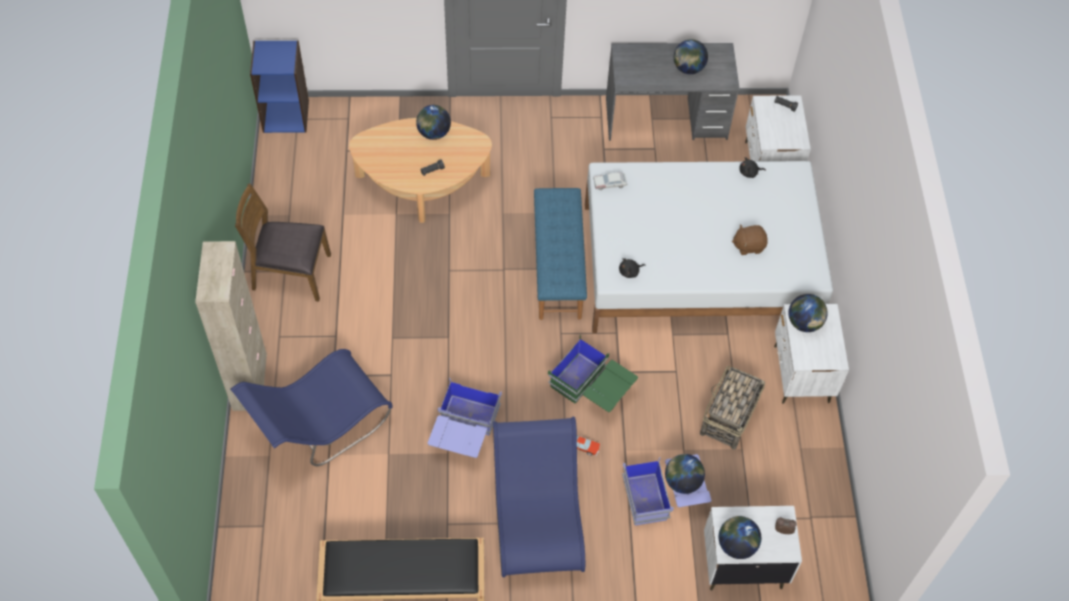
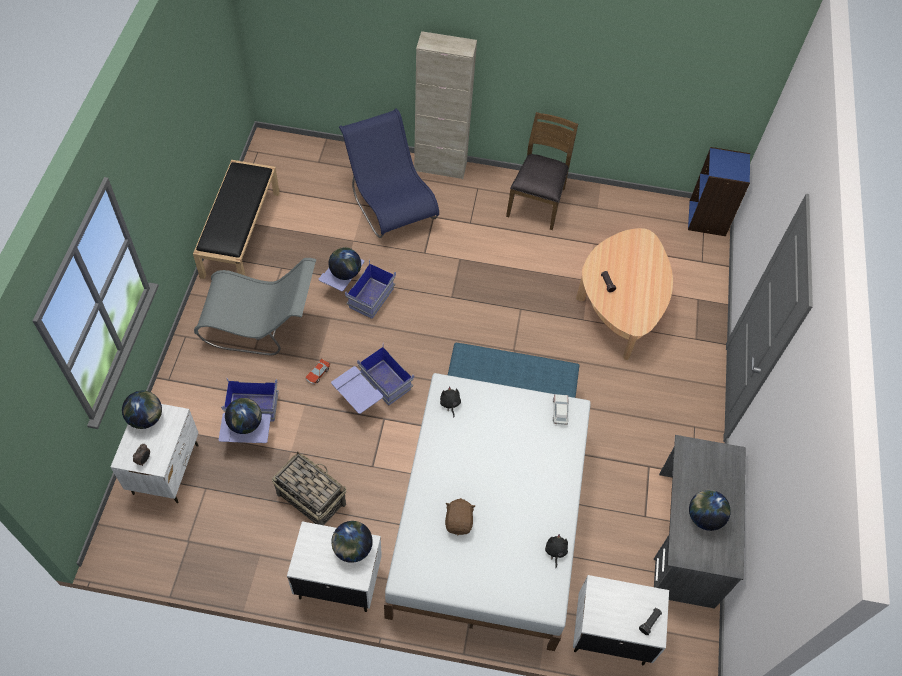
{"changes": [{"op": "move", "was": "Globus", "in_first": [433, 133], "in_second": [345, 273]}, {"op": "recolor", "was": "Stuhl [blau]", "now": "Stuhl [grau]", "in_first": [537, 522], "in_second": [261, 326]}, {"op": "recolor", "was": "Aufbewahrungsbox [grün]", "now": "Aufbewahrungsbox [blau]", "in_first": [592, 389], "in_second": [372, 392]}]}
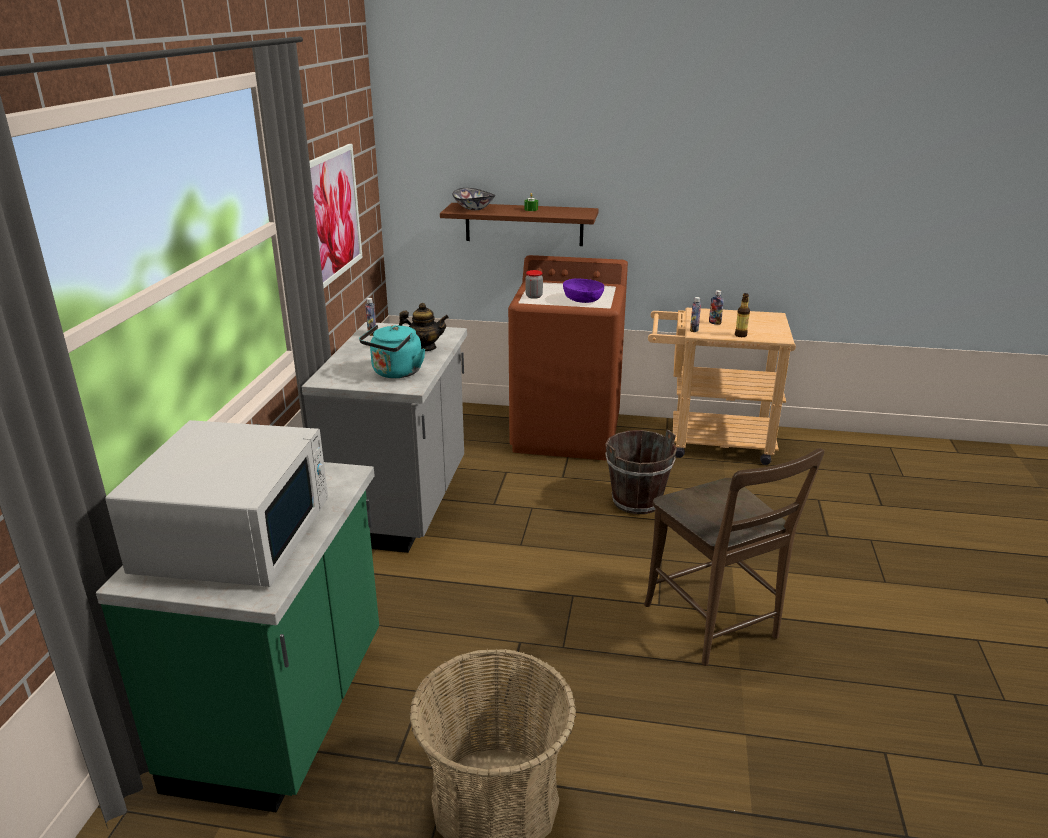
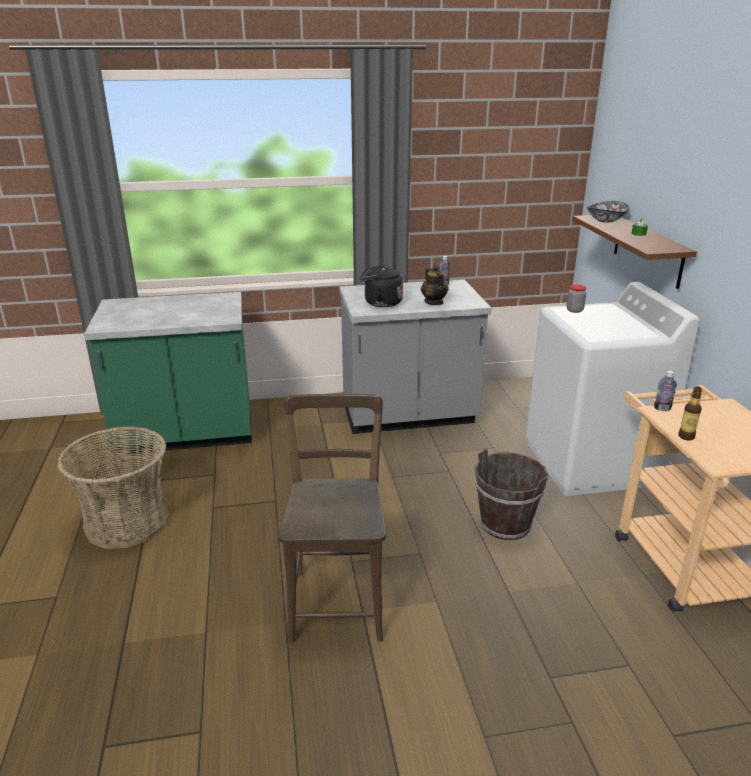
{"changes": [{"op": "delete", "was": "Mikrowelle [weiß]", "in_first": [236, 535]}, {"op": "delete", "was": "Bild", "in_first": [333, 215]}, {"op": "delete", "was": "Schüssel [lila]", "in_first": [583, 300]}, {"op": "delete", "was": "Flasche", "in_first": [714, 323]}, {"op": "recolor", "was": "Wasserkessel [türkis]", "now": "Wasserkessel [schwarz]", "in_first": [395, 373], "in_second": [380, 303]}, {"op": "recolor", "was": "Waschmaschine [braun]", "now": "Waschmaschine [weiß]", "in_first": [567, 433], "in_second": [591, 464]}, {"op": "rotate", "was": "Stuhl [braun]", "in_first": [715, 625], "in_second": [337, 599], "clockwise": 135}]}
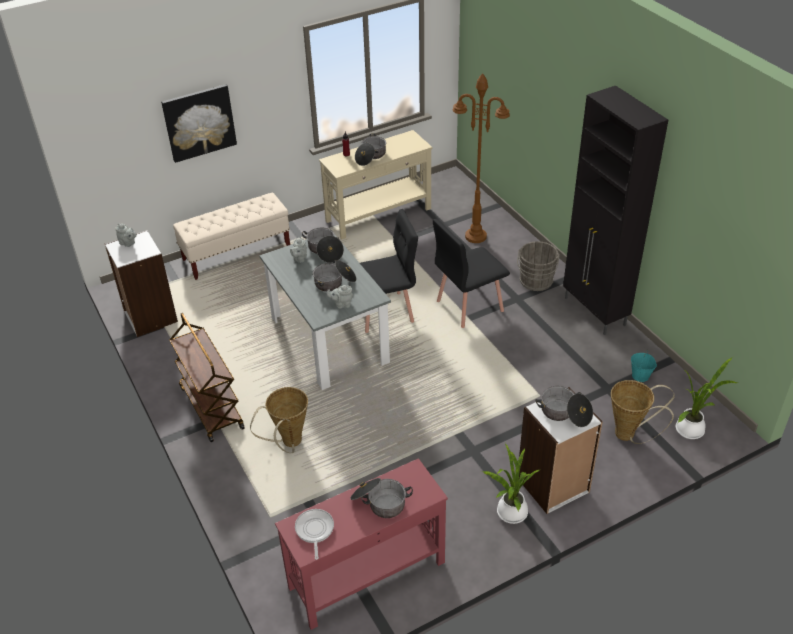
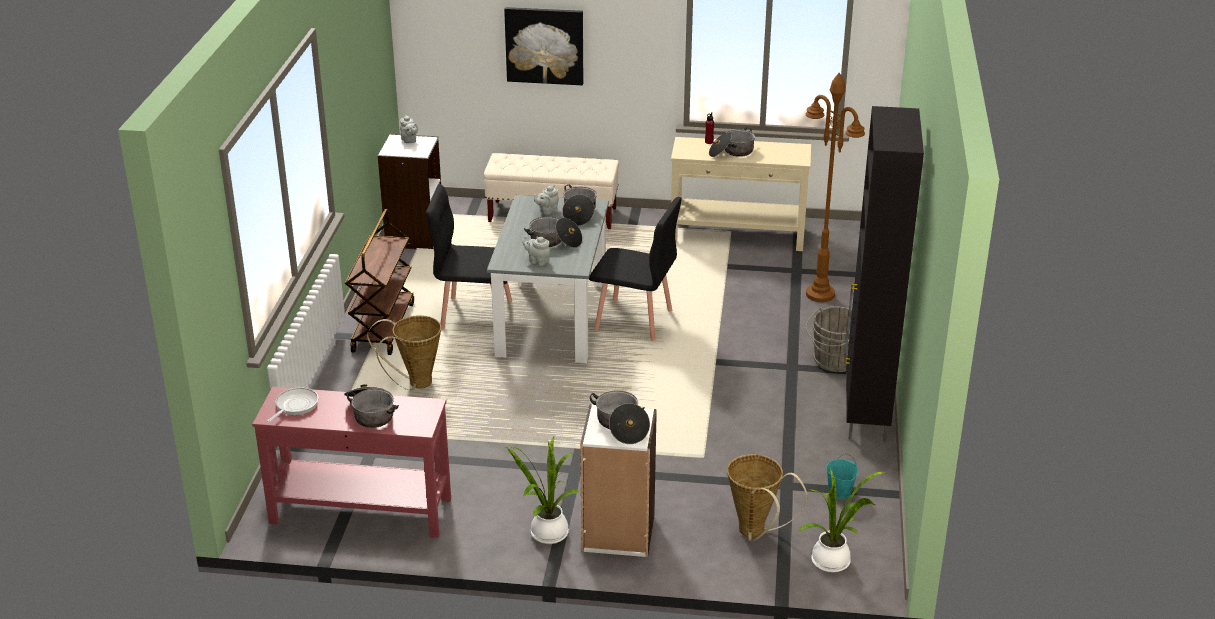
{"changes": [{"op": "move", "was": "Stuhl [schwarz]", "in_first": [469, 306], "in_second": [475, 314]}]}
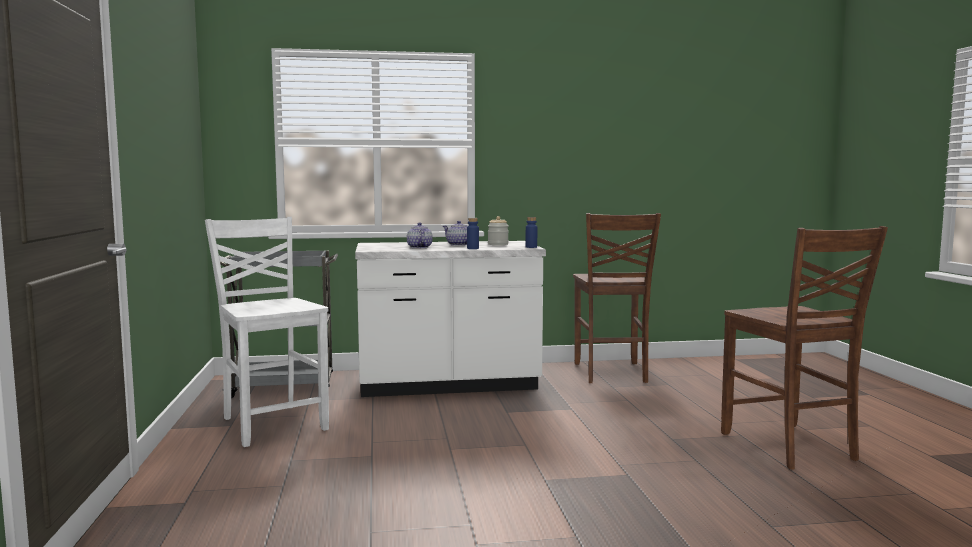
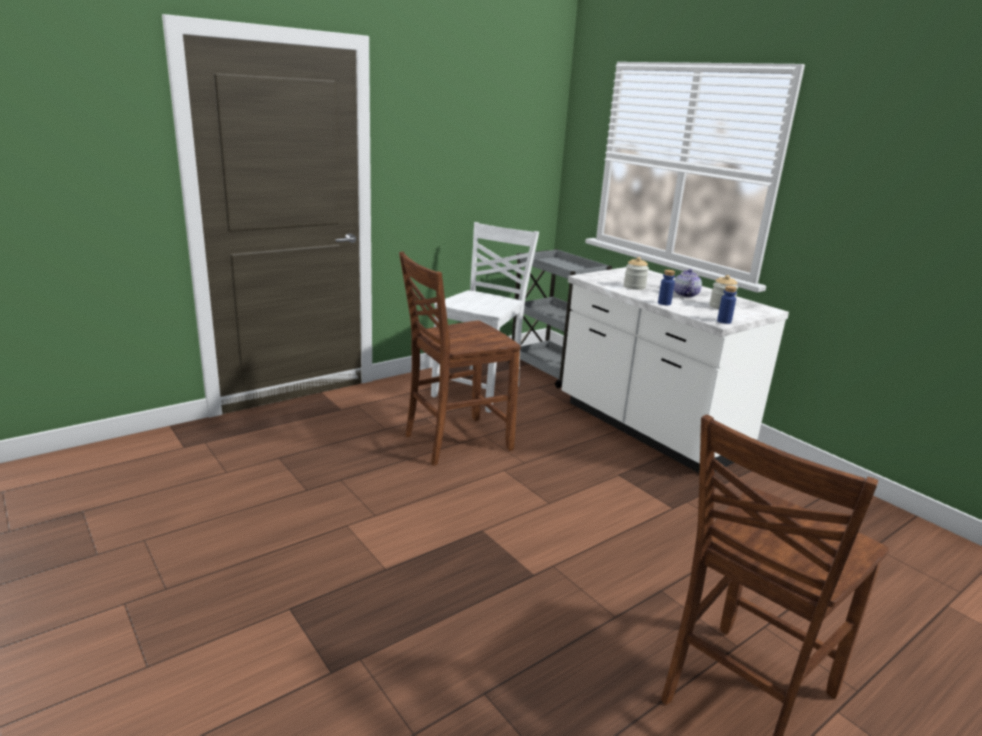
{"changes": [{"op": "move", "was": "Stuhl [braun]", "in_first": [611, 373], "in_second": [455, 442]}, {"op": "replace", "was": "Teekanne", "now": "Vorratsglas", "in_first": [419, 247], "in_second": [634, 287]}]}
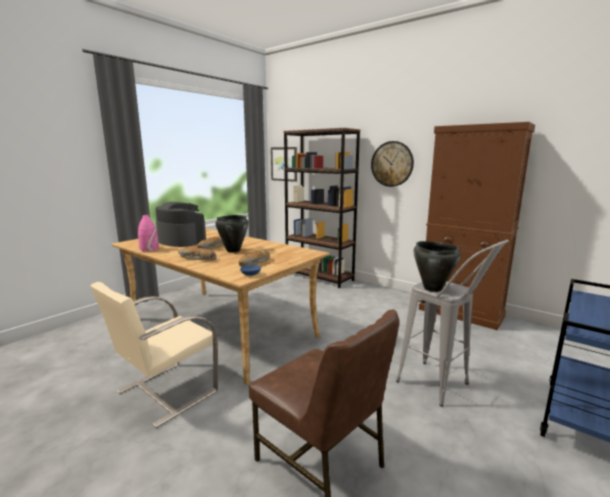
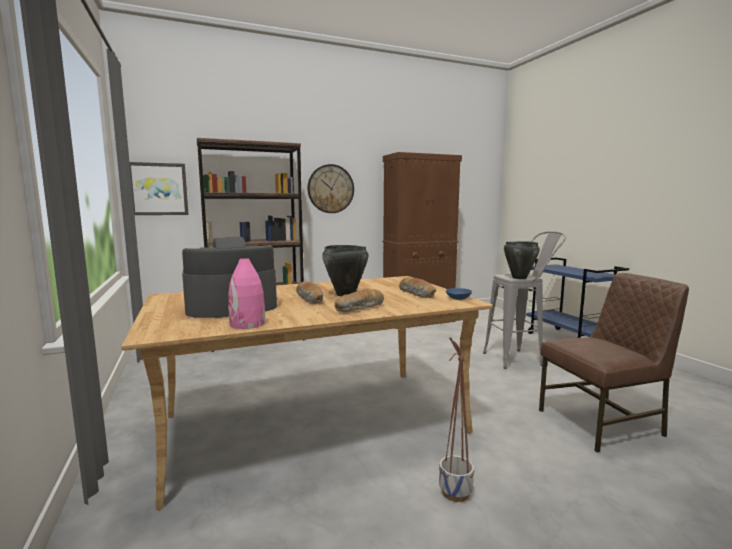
{"changes": [{"op": "replace", "was": "Stuhl [beige]", "now": "Pflanzkübel", "in_first": [165, 392], "in_second": [455, 492]}]}
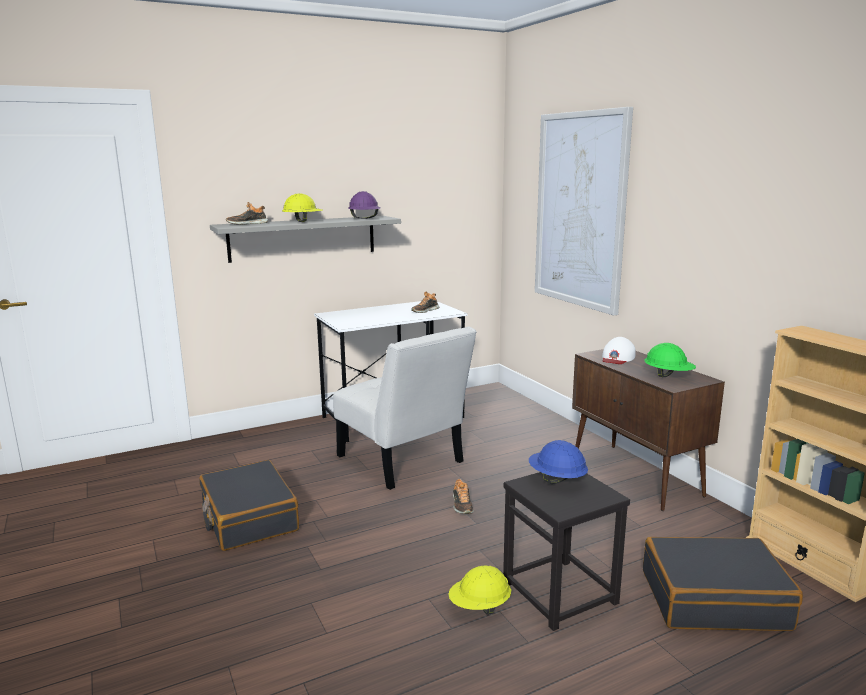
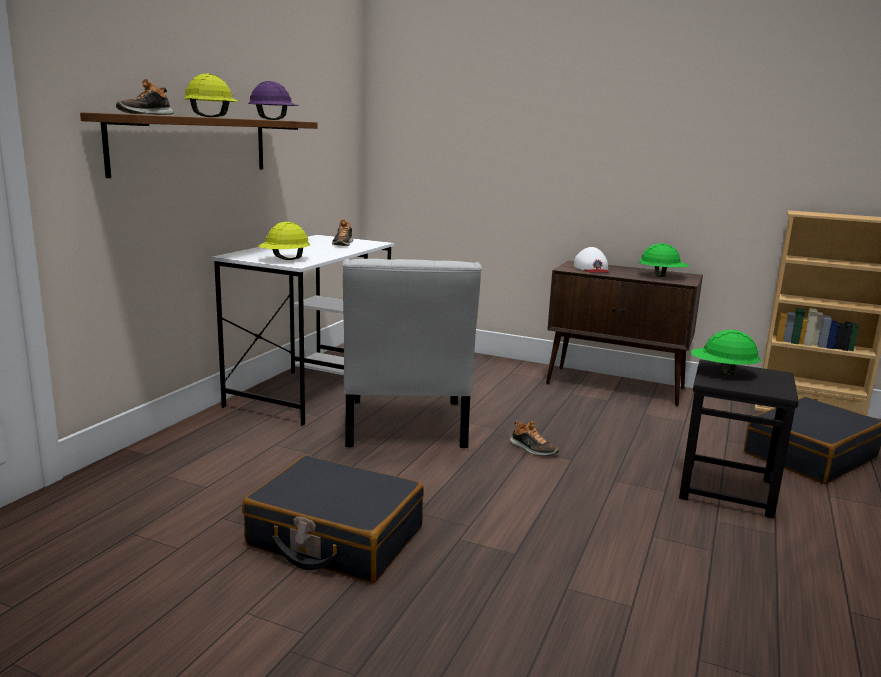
{"changes": [{"op": "delete", "was": "Bild", "in_first": [580, 210]}, {"op": "move", "was": "Schutzhelm [gelb]", "in_first": [479, 607], "in_second": [285, 259]}, {"op": "recolor", "was": "Wandregal [grau]", "now": "Wandregal [braun]", "in_first": [303, 238], "in_second": [192, 145]}, {"op": "recolor", "was": "Schutzhelm [blau]", "now": "Schutzhelm [grün]", "in_first": [556, 479], "in_second": [722, 372]}, {"op": "rotate", "was": "Stuhl [weiß]", "in_first": [403, 462], "in_second": [405, 427], "clockwise": 75}]}
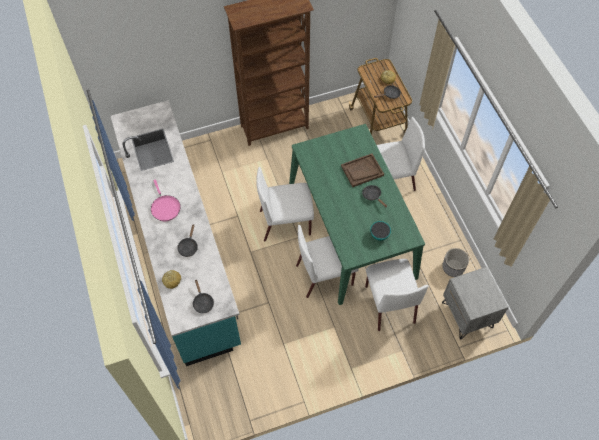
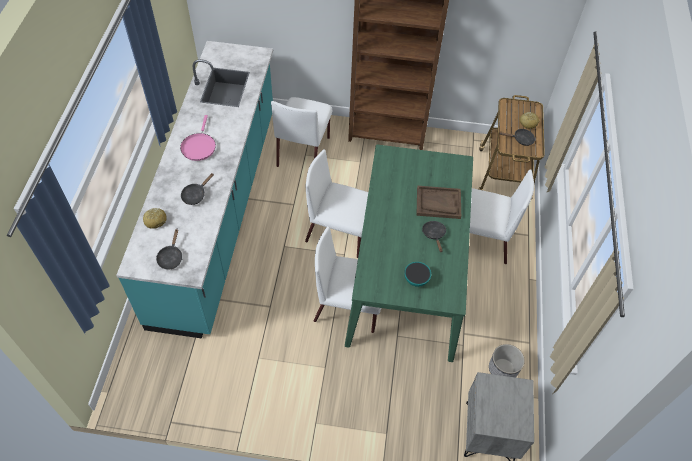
{"changes": [{"op": "move", "was": "Stuhl [weiß]", "in_first": [389, 303], "in_second": [303, 151]}]}
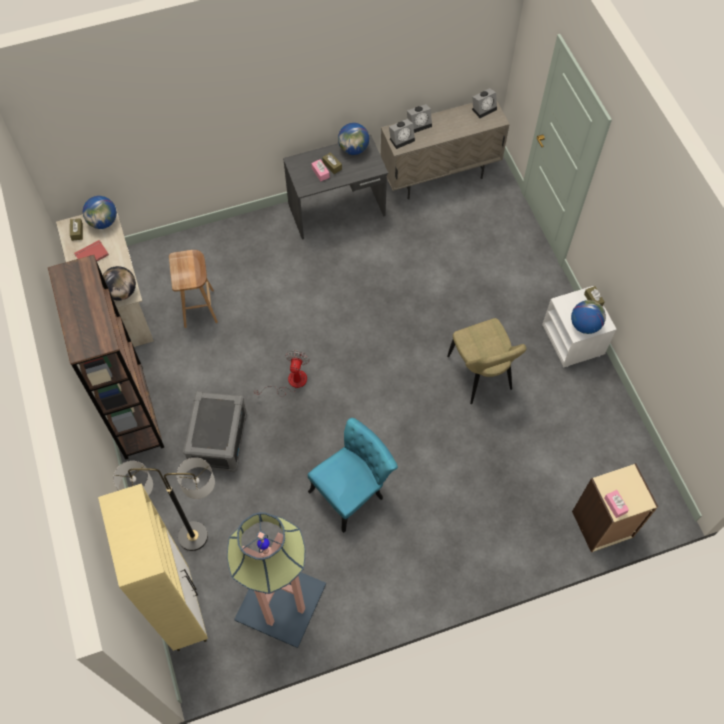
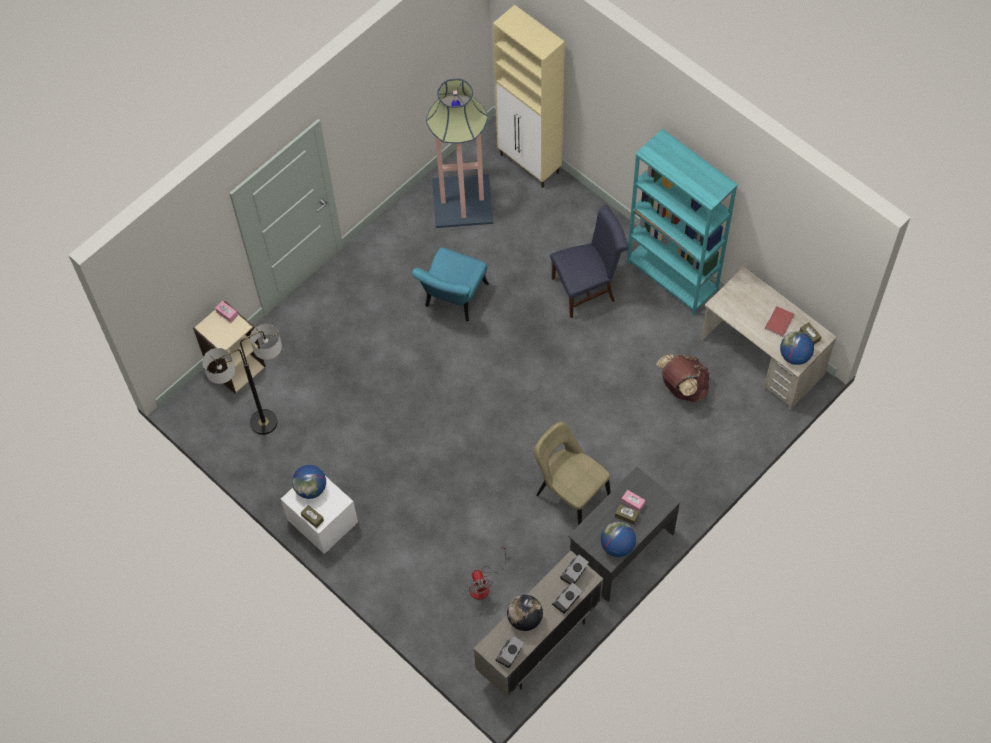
{"changes": [{"op": "move", "was": "Globus", "in_first": [122, 292], "in_second": [525, 619]}, {"op": "move", "was": "Stehlampe", "in_first": [193, 536], "in_second": [263, 422]}, {"op": "move", "was": "Ventilator", "in_first": [290, 382], "in_second": [483, 584]}, {"op": "move", "was": "Stuhl [beige]", "in_first": [481, 376], "in_second": [570, 495]}, {"op": "replace", "was": "Hocker [braun]", "now": "Rucksack [braun]", "in_first": [199, 309], "in_second": [682, 387]}, {"op": "replace", "was": "Aufbewahrungsbox [grau]", "now": "Stuhl [blau]", "in_first": [218, 439], "in_second": [587, 288]}, {"op": "recolor", "was": "Bücherregal [braun]", "now": "Bücherregal [türkis]", "in_first": [134, 411], "in_second": [672, 277]}]}
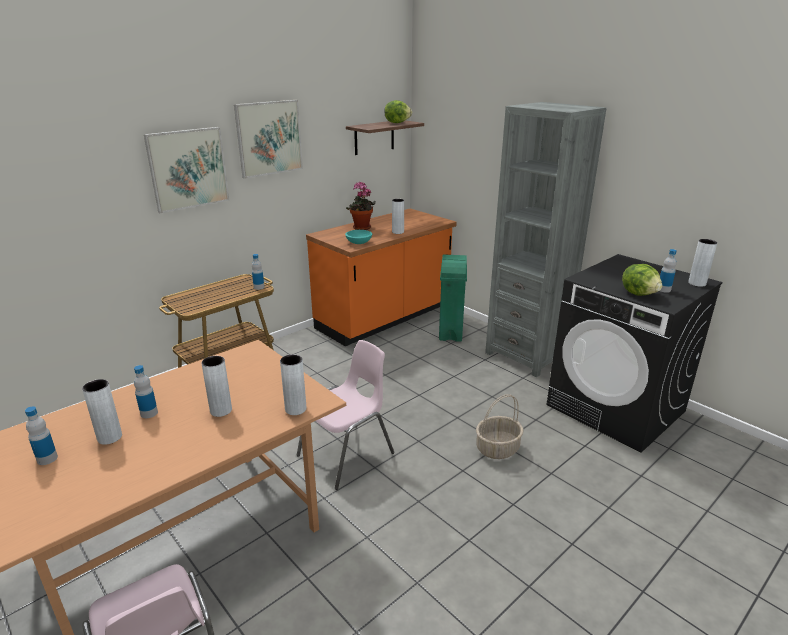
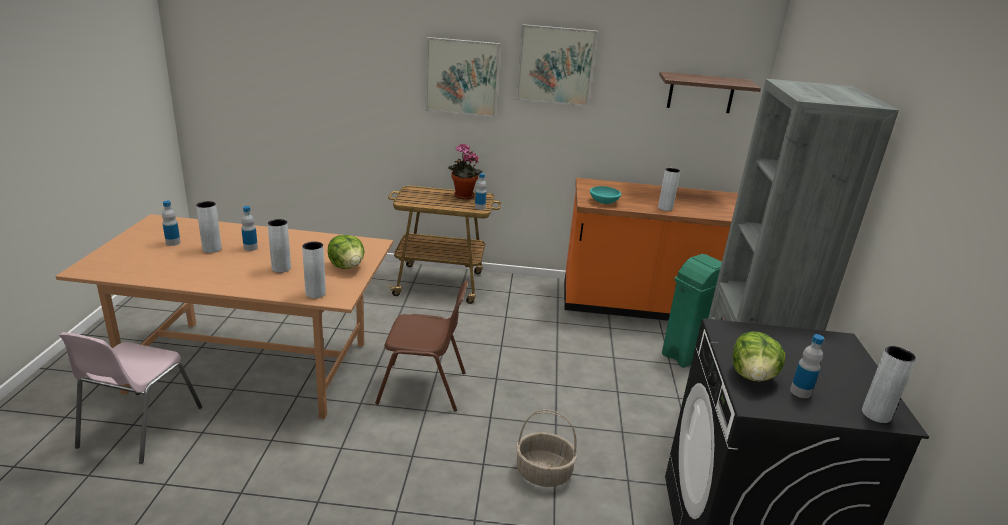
{"changes": [{"op": "move", "was": "Topfpflanze", "in_first": [361, 228], "in_second": [462, 196]}, {"op": "move", "was": "Salatkopf", "in_first": [397, 123], "in_second": [347, 266]}, {"op": "recolor", "was": "Stuhl [rosa]", "now": "Stuhl [braun]", "in_first": [348, 454], "in_second": [423, 388]}]}
